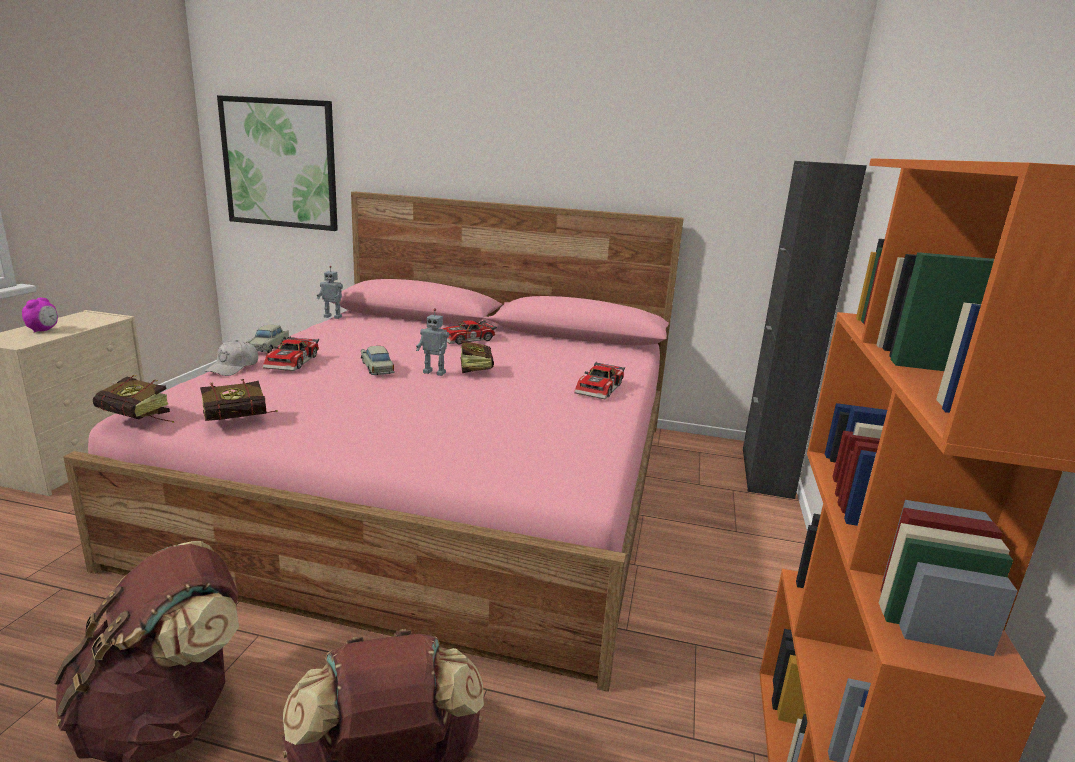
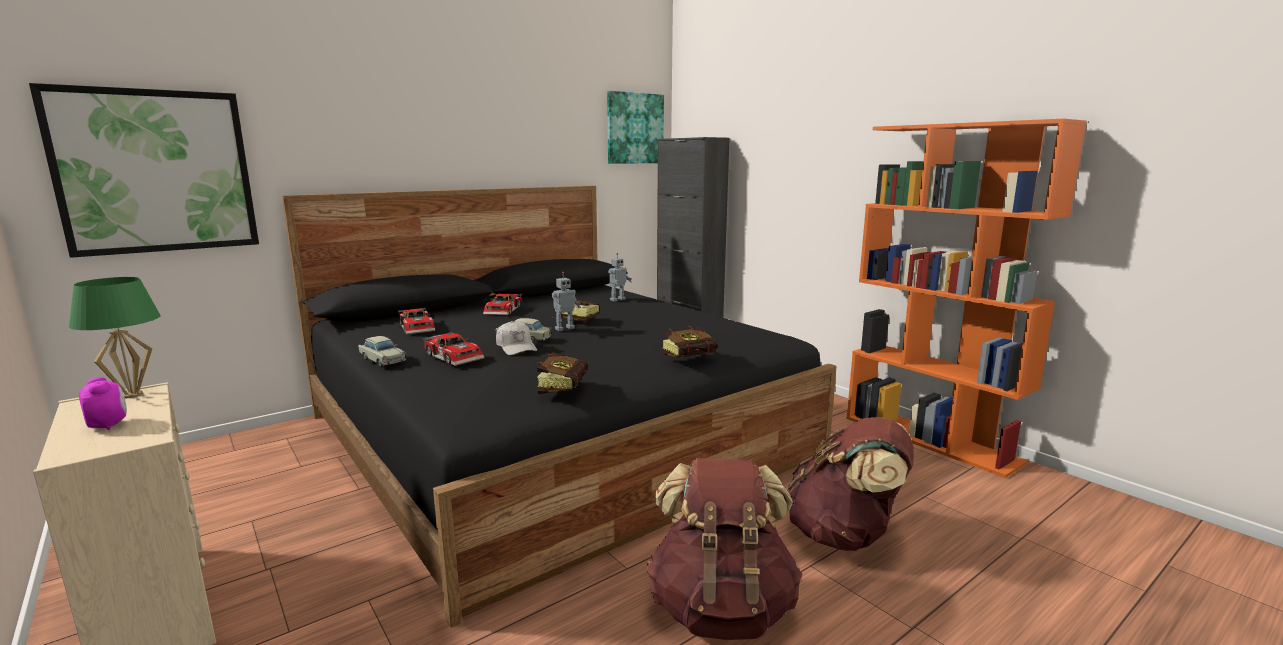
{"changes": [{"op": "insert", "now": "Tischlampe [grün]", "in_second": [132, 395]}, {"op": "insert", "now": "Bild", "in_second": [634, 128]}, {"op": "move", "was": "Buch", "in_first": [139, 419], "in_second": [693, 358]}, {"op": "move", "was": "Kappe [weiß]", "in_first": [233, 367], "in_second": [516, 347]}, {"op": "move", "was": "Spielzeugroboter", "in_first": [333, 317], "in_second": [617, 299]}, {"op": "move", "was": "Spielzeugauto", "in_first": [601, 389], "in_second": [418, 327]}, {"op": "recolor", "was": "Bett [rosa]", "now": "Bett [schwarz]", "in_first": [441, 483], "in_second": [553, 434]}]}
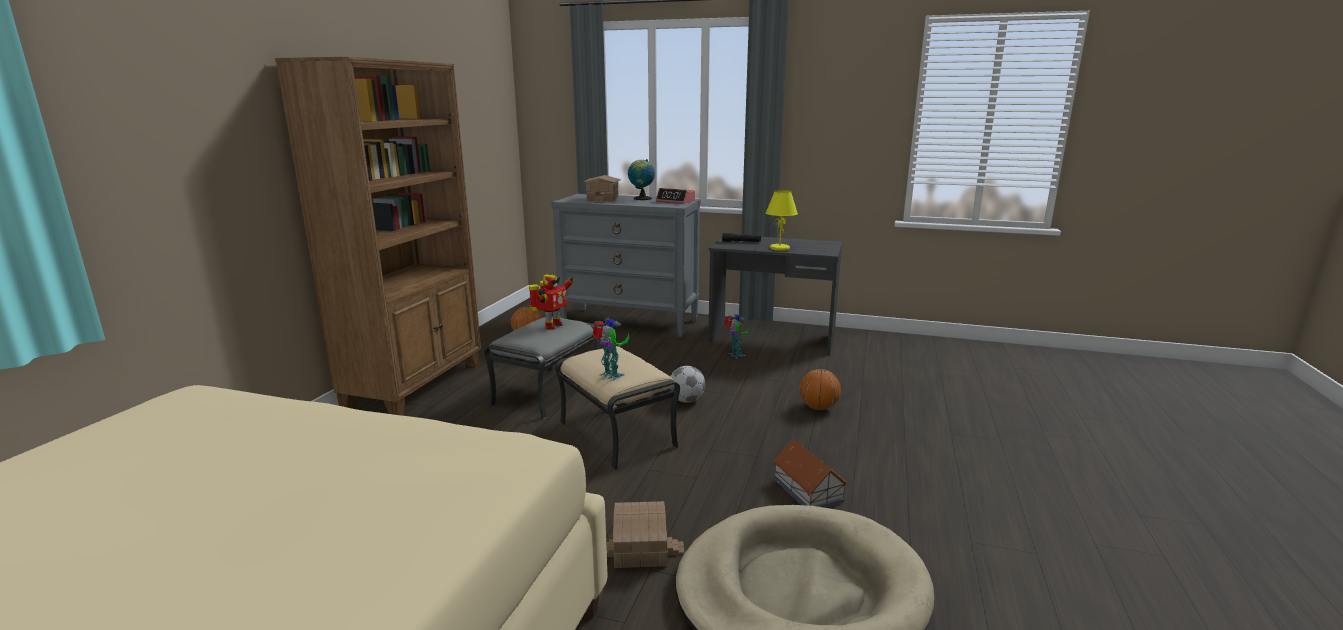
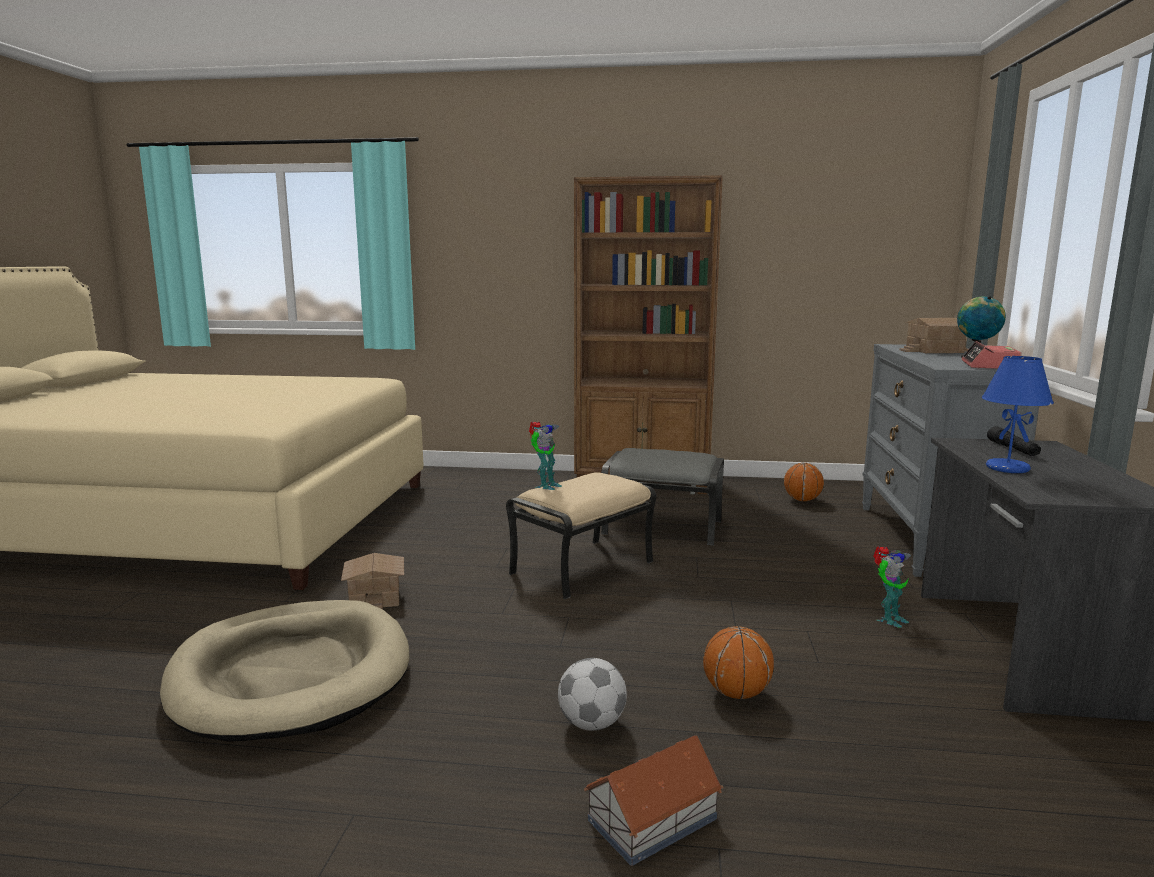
{"changes": [{"op": "delete", "was": "Spielzeugroboter", "in_first": [552, 326]}, {"op": "move", "was": "Fußball", "in_first": [687, 400], "in_second": [592, 724]}, {"op": "move", "was": "Spielzeughaus", "in_first": [808, 491], "in_second": [650, 819]}, {"op": "recolor", "was": "Tischlampe [gelb]", "now": "Tischlampe [blau]", "in_first": [779, 248], "in_second": [1006, 468]}]}
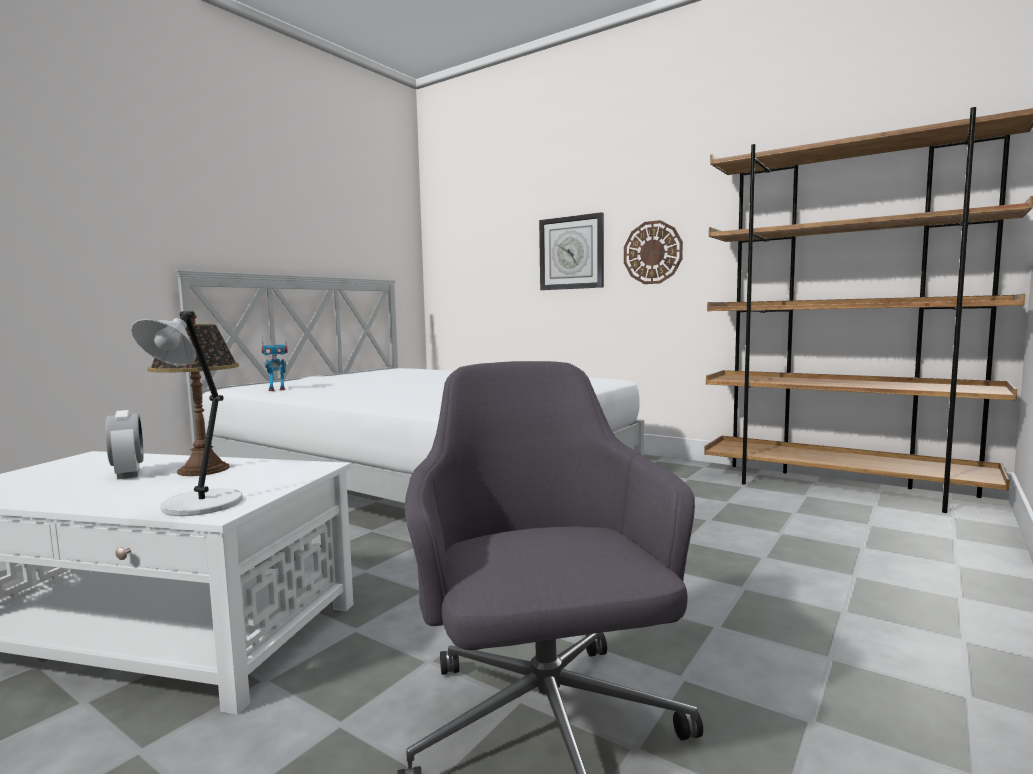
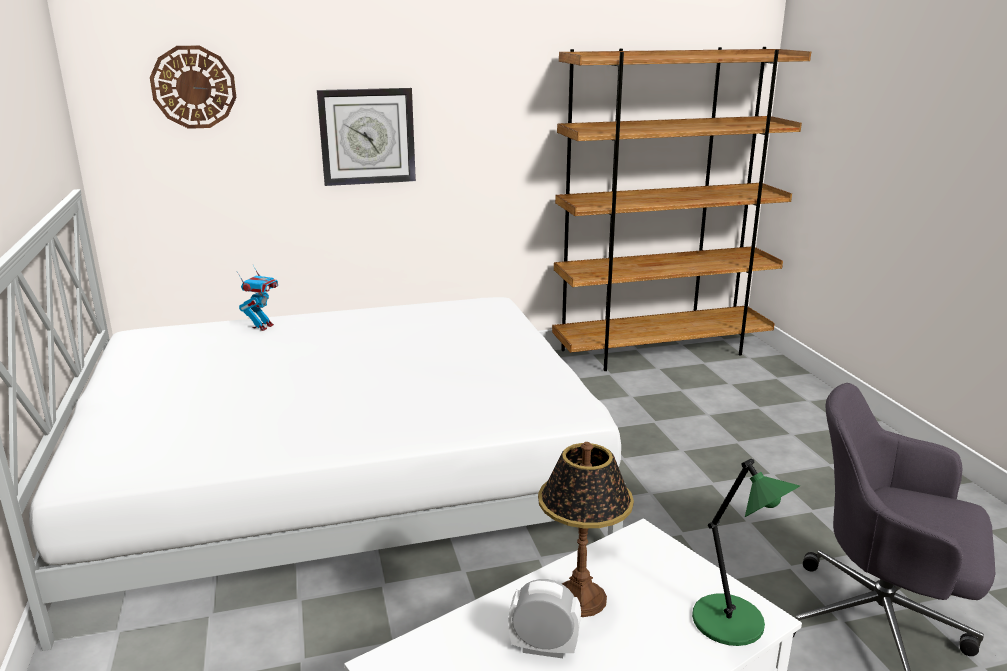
{"changes": [{"op": "move", "was": "Spielzeugroboter", "in_first": [277, 389], "in_second": [262, 326]}, {"op": "move", "was": "Wanduhr", "in_first": [652, 252], "in_second": [194, 87]}, {"op": "recolor", "was": "Tischlampe [grau]", "now": "Tischlampe [grün]", "in_first": [199, 506], "in_second": [732, 623]}]}
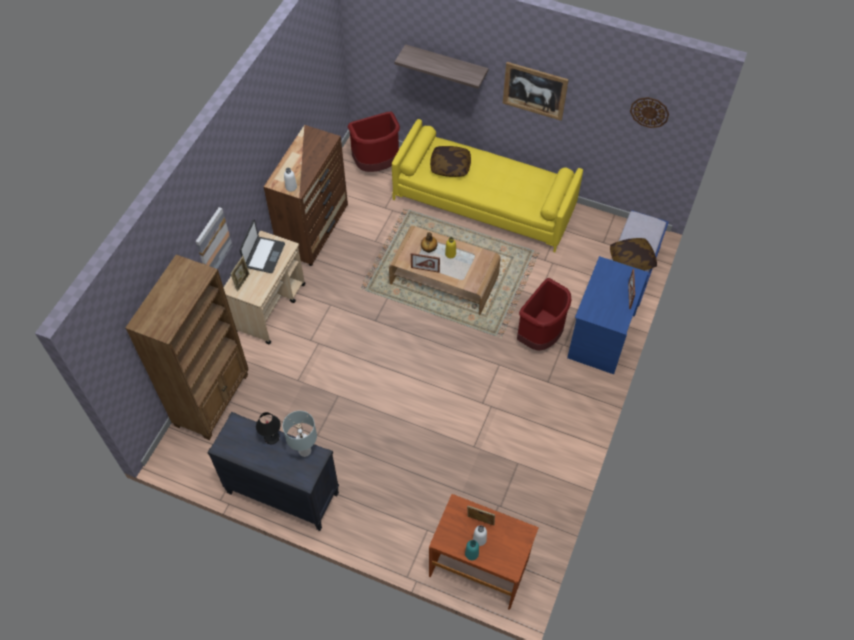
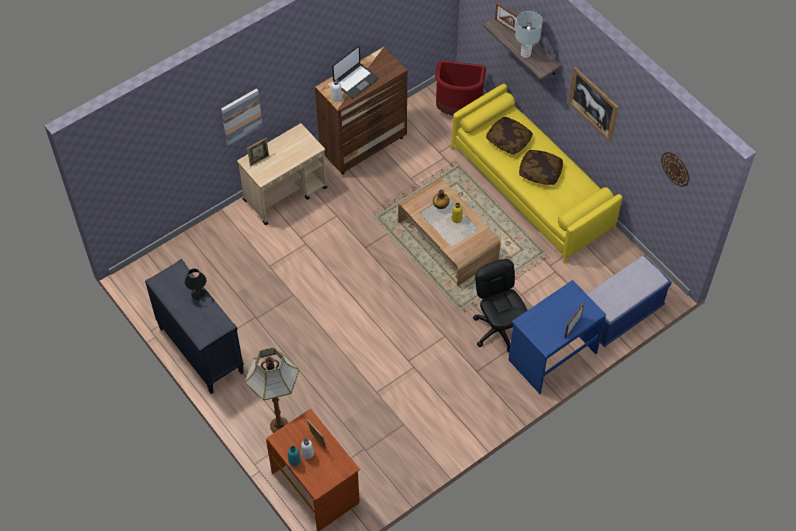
{"changes": [{"op": "delete", "was": "Bücherregal [braun]", "in_first": [213, 399]}, {"op": "insert", "now": "Stehlampe", "in_second": [279, 426]}, {"op": "move", "was": "Laptop", "in_first": [264, 255], "in_second": [355, 81]}, {"op": "move", "was": "Tischlampe [grau]", "in_first": [305, 451], "in_second": [526, 53]}, {"op": "move", "was": "Bilderrahmen", "in_first": [425, 269], "in_second": [506, 26]}, {"op": "move", "was": "Kissen", "in_first": [631, 260], "in_second": [540, 172]}, {"op": "replace", "was": "Mülleimer [rot]", "now": "Bürostuhl [schwarz]", "in_first": [541, 336], "in_second": [498, 330]}]}
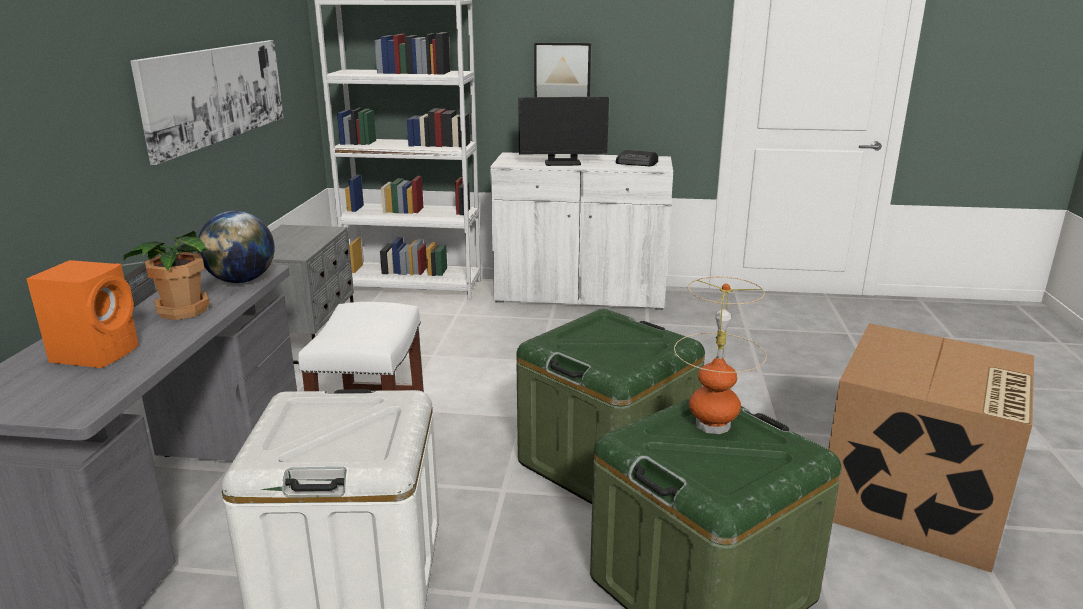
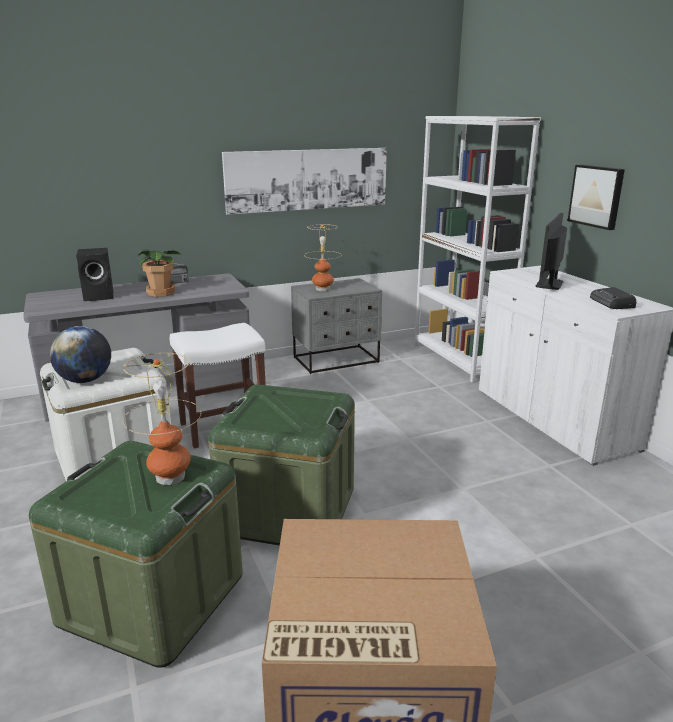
{"changes": [{"op": "insert", "now": "Tischlampe", "in_second": [322, 289]}, {"op": "move", "was": "Globus", "in_first": [242, 280], "in_second": [85, 380]}, {"op": "recolor", "was": "Lautsprecher [orange]", "now": "Lautsprecher [schwarz]", "in_first": [98, 353], "in_second": [100, 296]}, {"op": "rotate", "was": "Monitor", "in_first": [562, 163], "in_second": [549, 284], "clockwise": 60}]}
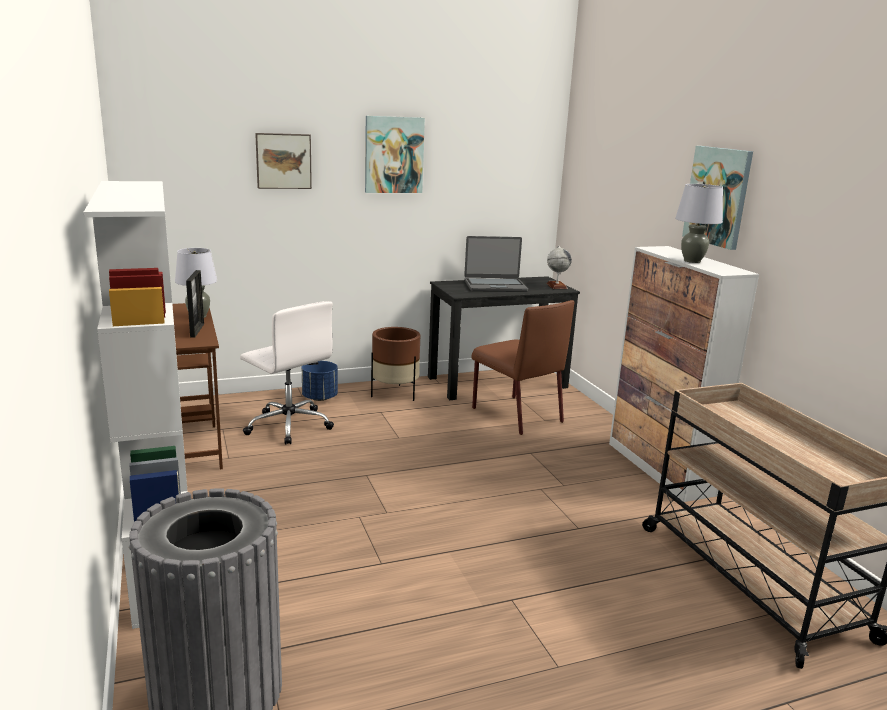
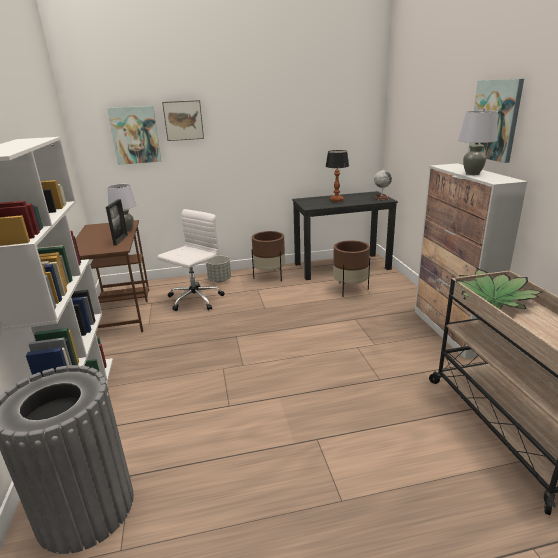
{"changes": [{"op": "insert", "now": "Topfpflanze", "in_second": [494, 299]}, {"op": "move", "was": "Bild", "in_first": [394, 155], "in_second": [135, 135]}, {"op": "replace", "was": "Laptop", "now": "Tischlampe", "in_first": [495, 286], "in_second": [336, 200]}, {"op": "replace", "was": "Stuhl [braun]", "now": "Pflanzkübel [braun]", "in_first": [515, 414], "in_second": [350, 290]}, {"op": "recolor", "was": "Pflanzkübel [blau]", "now": "Pflanzkübel [grau]", "in_first": [319, 398], "in_second": [219, 280]}, {"op": "rotate", "was": "Bürostuhl [weiß]", "in_first": [288, 425], "in_second": [194, 300], "clockwise": -105}]}
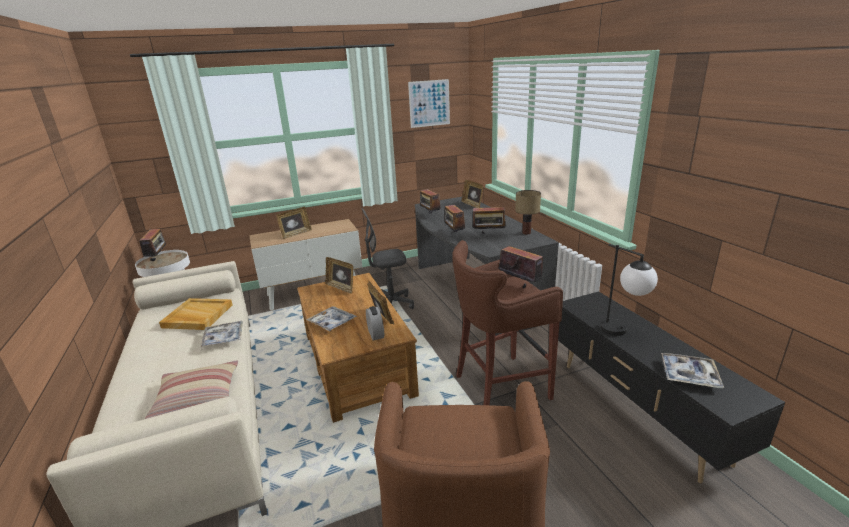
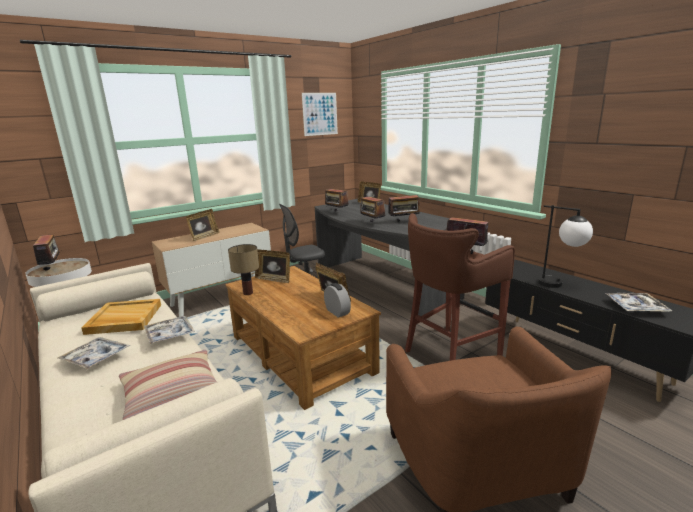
{"changes": [{"op": "move", "was": "Tablett", "in_first": [332, 322], "in_second": [96, 357]}, {"op": "move", "was": "Tischlampe", "in_first": [526, 233], "in_second": [247, 293]}]}
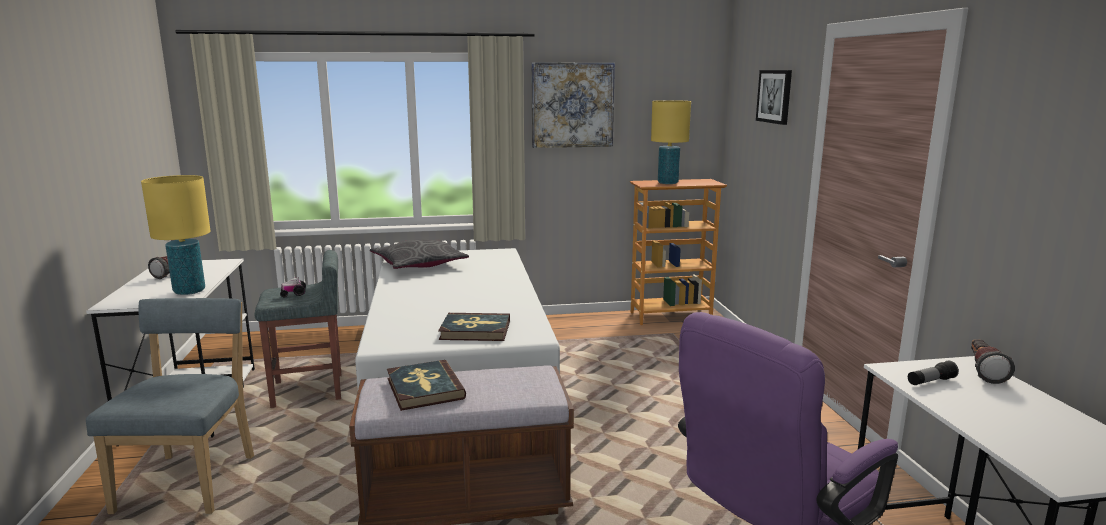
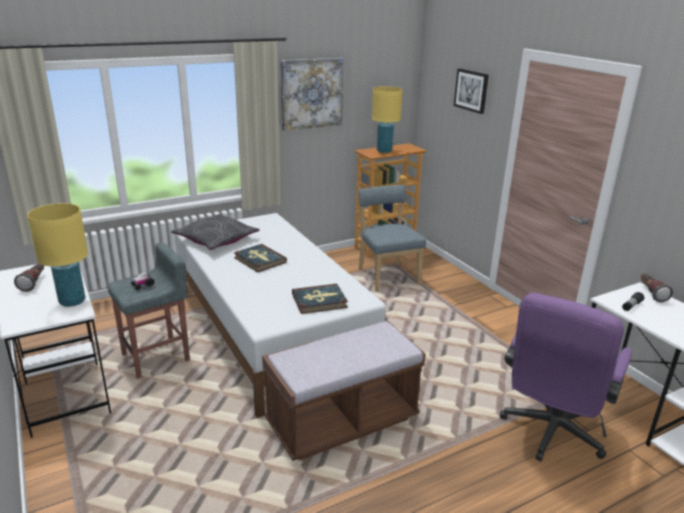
{"changes": [{"op": "move", "was": "Stuhl [blau]", "in_first": [191, 480], "in_second": [387, 276]}, {"op": "move", "was": "Buch", "in_first": [424, 388], "in_second": [259, 260]}]}
